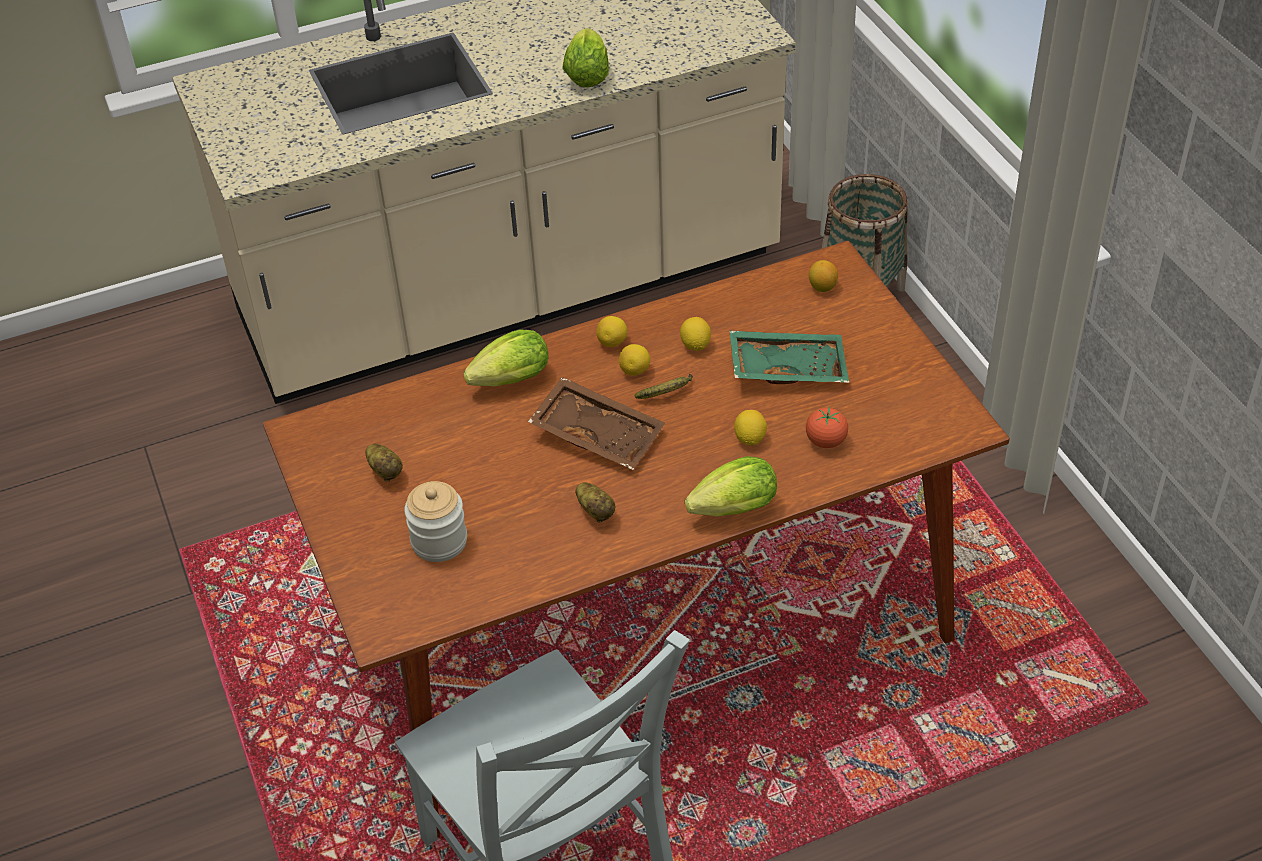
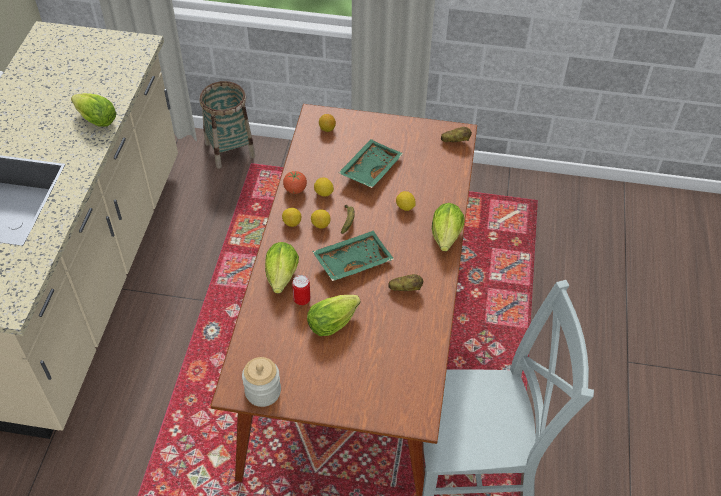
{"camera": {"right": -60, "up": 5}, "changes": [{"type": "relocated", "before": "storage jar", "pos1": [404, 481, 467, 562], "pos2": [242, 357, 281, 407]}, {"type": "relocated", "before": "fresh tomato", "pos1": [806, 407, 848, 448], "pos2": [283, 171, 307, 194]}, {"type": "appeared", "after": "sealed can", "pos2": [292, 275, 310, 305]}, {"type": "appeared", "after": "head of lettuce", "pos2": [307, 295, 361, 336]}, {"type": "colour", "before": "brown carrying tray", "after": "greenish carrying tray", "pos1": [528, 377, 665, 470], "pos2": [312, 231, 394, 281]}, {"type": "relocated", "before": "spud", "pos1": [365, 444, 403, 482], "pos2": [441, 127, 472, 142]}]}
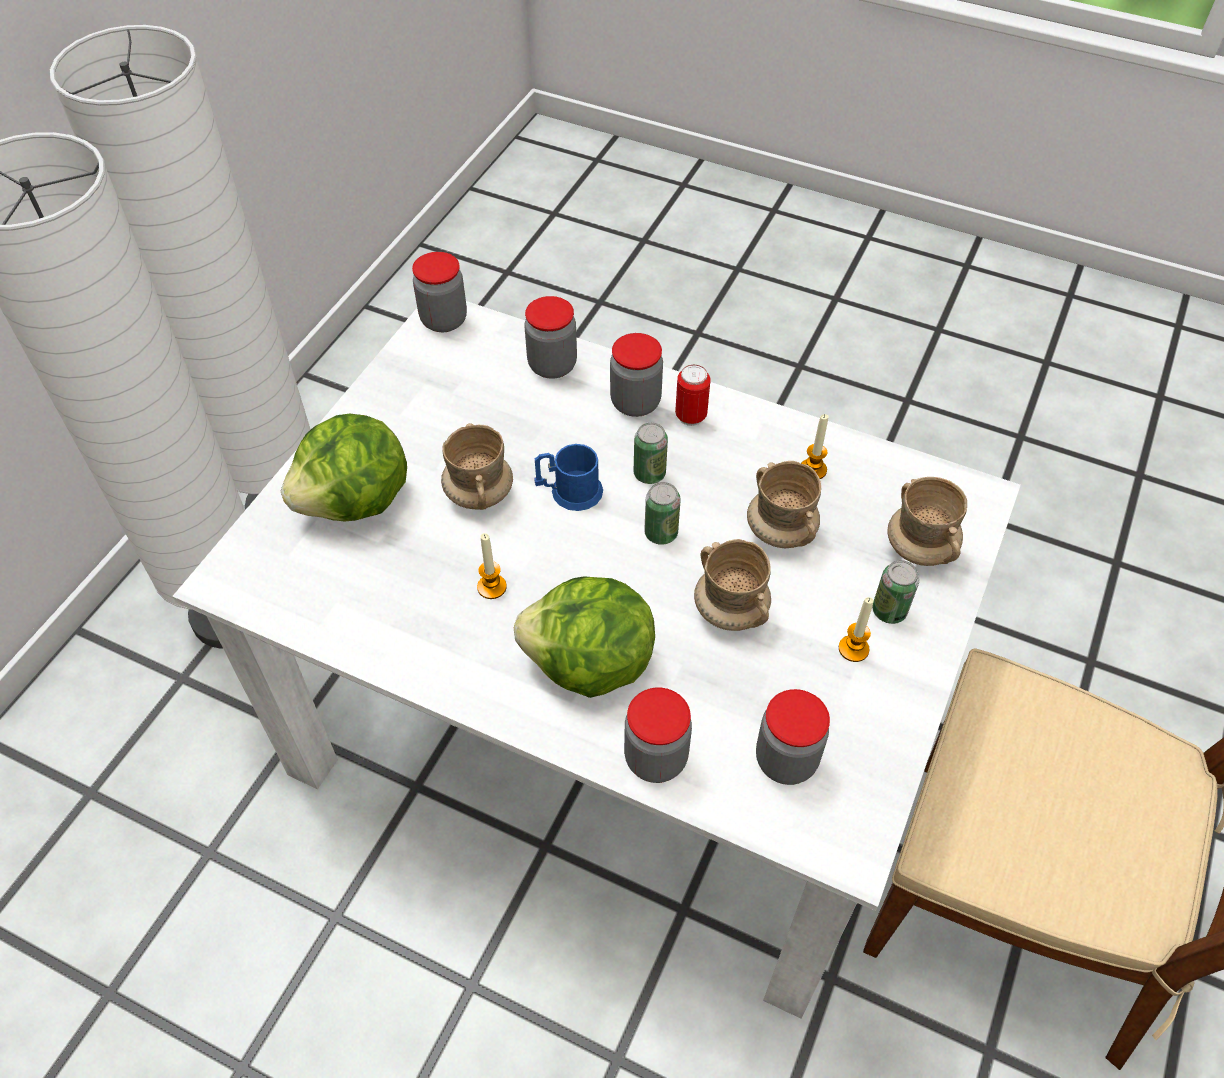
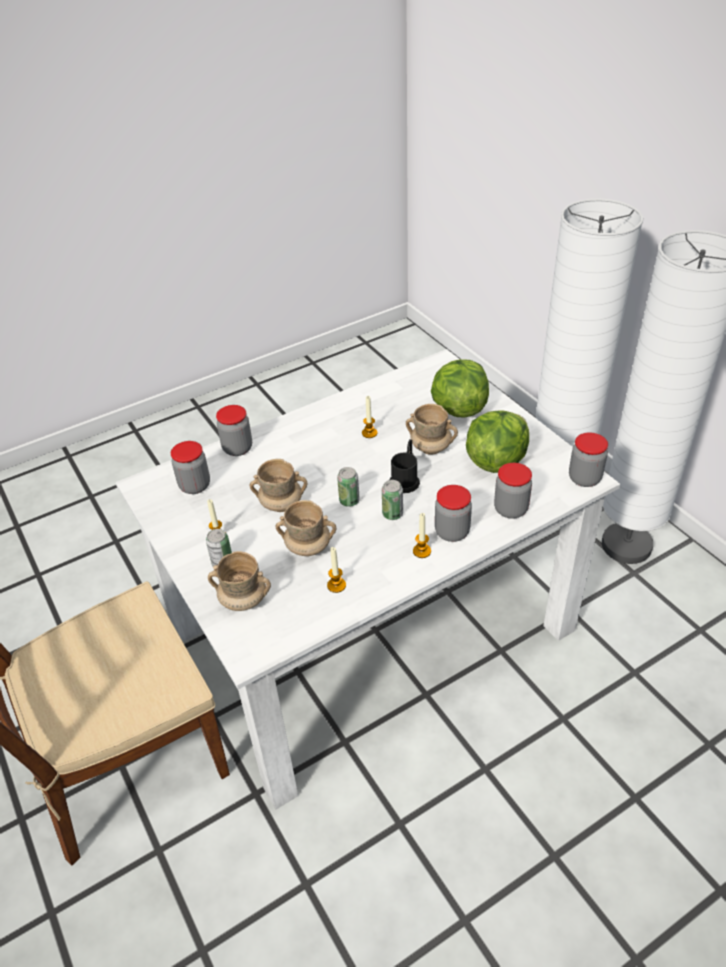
{"camera": {"right": 125, "up": -10}, "changes": [{"type": "colour", "before": "blue-coloured mug", "after": "black mug", "pos1": [534, 444, 603, 511], "pos2": [390, 439, 420, 493]}, {"type": "exchanged", "before": "sealed can", "after": "wax candle", "pos1": [675, 365, 711, 426], "pos2": [413, 513, 431, 558]}, {"type": "relocated", "before": "head of lettuce", "pos1": [514, 576, 655, 698], "pos2": [466, 410, 529, 473]}]}
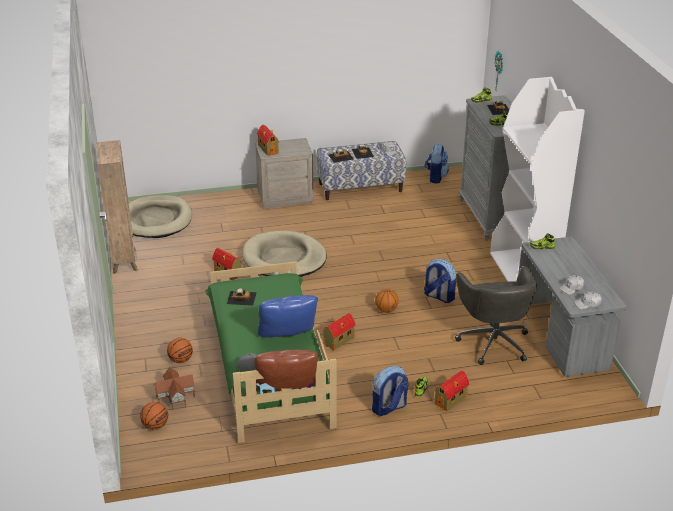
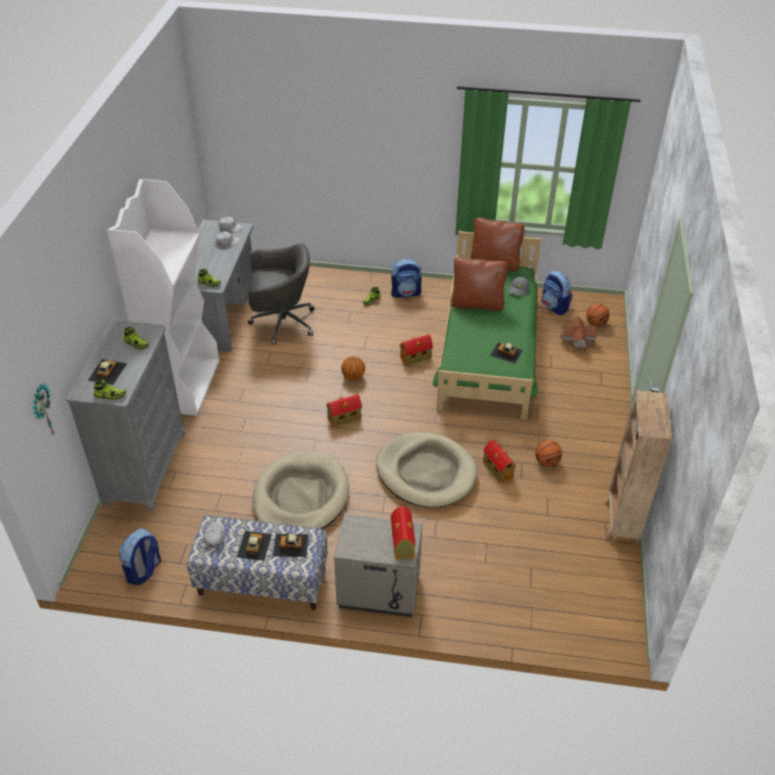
{"camera": {"right": -160, "up": 10}, "changes": [{"type": "spun", "before": "gray desk chair", "pos1": [455, 266, 537, 365], "pos2": [248, 243, 315, 345], "turn": 75}, {"type": "relocated", "before": "sand-coloured pet bed", "pos1": [129, 195, 192, 238], "pos2": [252, 451, 349, 529]}, {"type": "relocated", "before": "model house", "pos1": [434, 371, 469, 411], "pos2": [326, 394, 362, 427]}, {"type": "colour", "before": "blue-coloured cushion", "after": "brown cushion", "pos1": [258, 295, 318, 338], "pos2": [452, 257, 508, 311]}, {"type": "relocated", "before": "basketball ball", "pos1": [167, 338, 193, 363], "pos2": [535, 440, 562, 467]}, {"type": "relocated", "before": "backpack", "pos1": [424, 259, 456, 303], "pos2": [542, 271, 572, 315]}]}
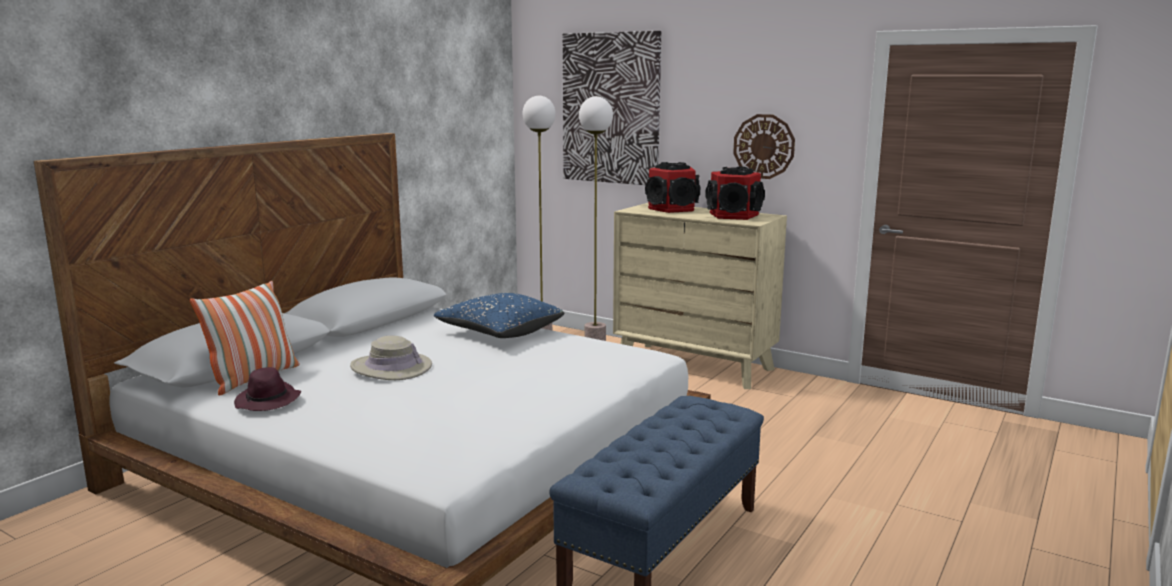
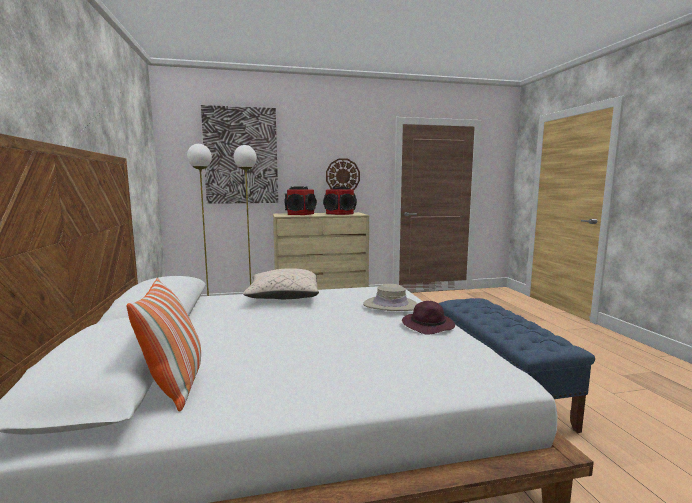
{"camera": {"right": -45, "up": -5}, "changes": [{"type": "colour", "before": "blue-coloured cushion", "after": "sand-coloured cushion", "pos1": [434, 293, 564, 338], "pos2": [243, 268, 319, 299]}, {"type": "relocated", "before": "sand-coloured clothing hat", "pos1": [350, 336, 432, 380], "pos2": [363, 284, 418, 311]}, {"type": "relocated", "before": "purple clothing hat", "pos1": [234, 367, 301, 411], "pos2": [402, 301, 455, 335]}]}
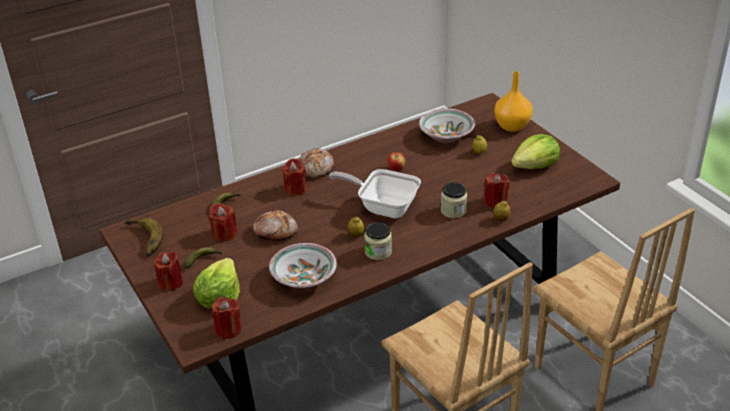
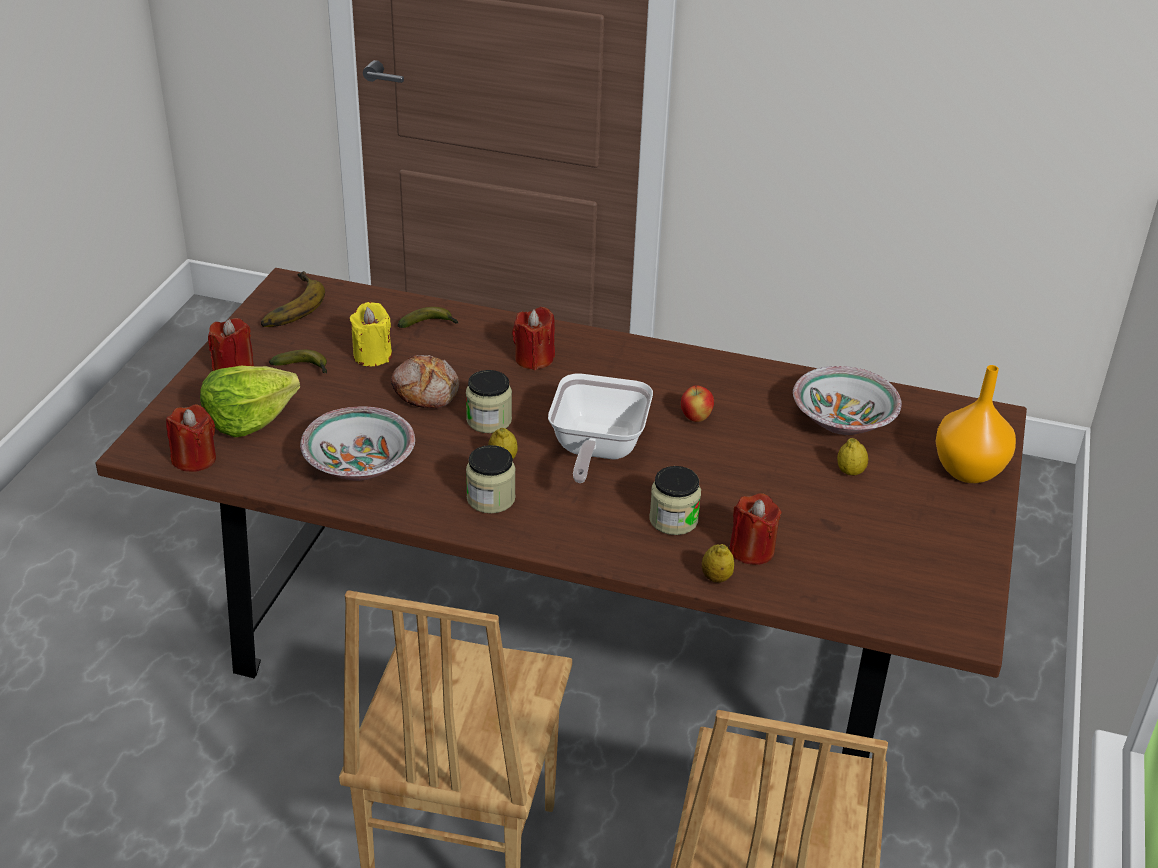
{"camera": {"right": 45, "up": 0}, "changes": [{"type": "colour", "before": "reddish wax candle", "after": "yellow wax candle", "pos1": [209, 203, 237, 241], "pos2": [350, 302, 392, 366]}, {"type": "appeared", "after": "storage jar", "pos2": [466, 370, 512, 433]}, {"type": "spun", "before": "skillet", "pos1": [329, 169, 421, 218], "pos2": [548, 373, 653, 483], "turn": -150}, {"type": "missing", "before": "bakery bread", "pos1": [299, 148, 334, 178]}, {"type": "missing", "before": "head of lettuce", "pos1": [511, 134, 560, 169]}]}
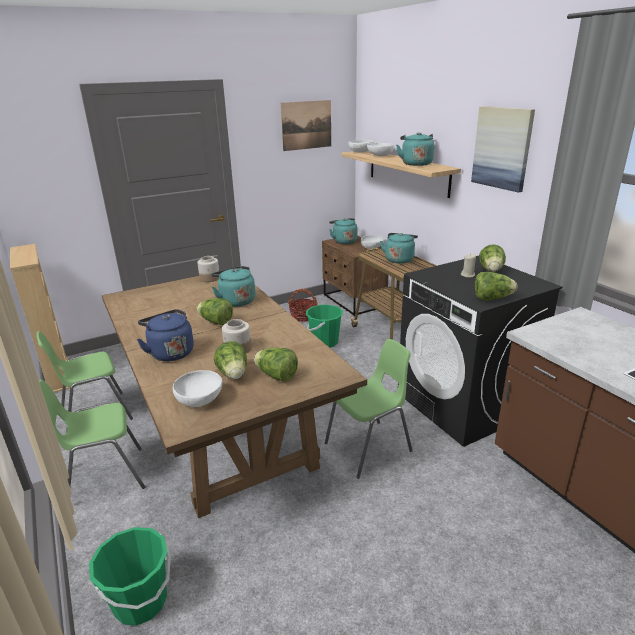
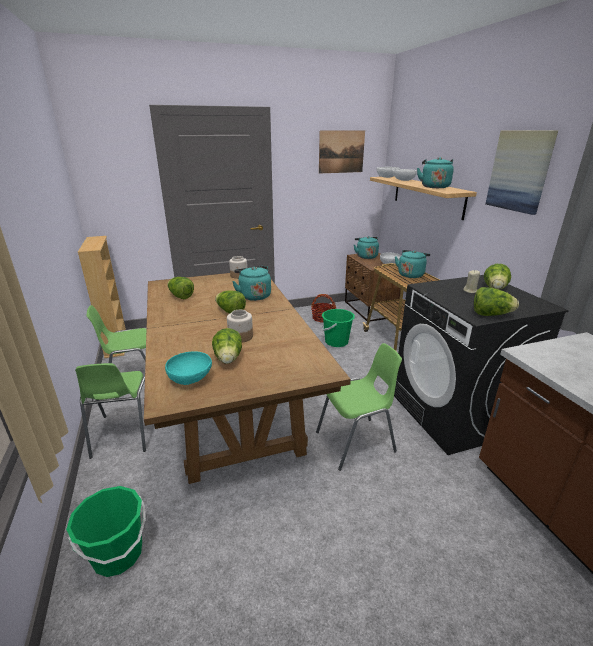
{"camera": {"right": 10, "up": 0}, "changes": [{"type": "spun", "before": "greenish chair", "pos1": [39, 380, 145, 489], "pos2": [75, 363, 146, 459], "turn": -90}, {"type": "colour", "before": "whitish serving bowl", "after": "blue-green serving bowl", "pos1": [173, 370, 223, 407], "pos2": [165, 351, 212, 385]}, {"type": "relocated", "before": "head of lettuce", "pos1": [254, 348, 298, 382], "pos2": [167, 277, 194, 299]}, {"type": "missing", "before": "blue-coloured tea kettle", "pos1": [137, 309, 194, 361]}]}
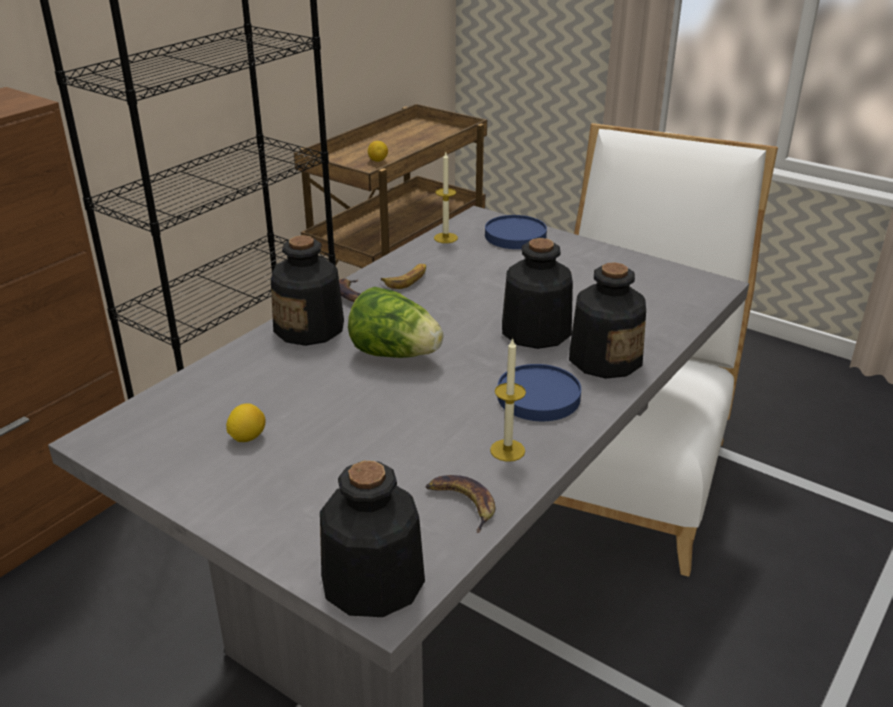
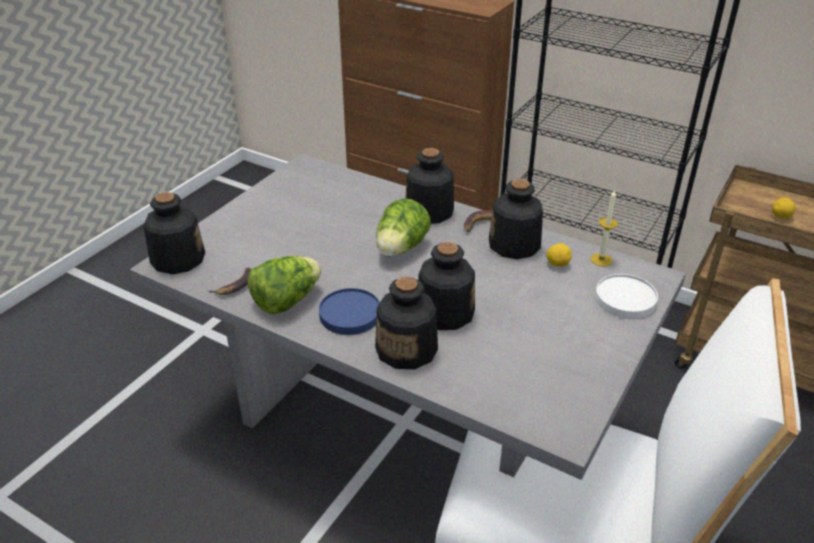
{"camera": {"right": 85, "up": 5}, "changes": [{"type": "exchanged", "before": "wax candle", "after": "head of lettuce", "pos1": [490, 338, 526, 462], "pos2": [247, 256, 321, 315]}, {"type": "exchanged", "before": "banana", "after": "beverage bottle", "pos1": [381, 264, 426, 289], "pos2": [489, 179, 543, 259]}, {"type": "relocated", "before": "whole lemon", "pos1": [226, 403, 265, 442], "pos2": [546, 244, 572, 267]}, {"type": "colour", "before": "blue-coloured dinner plate", "after": "whitish dinner plate", "pos1": [485, 215, 547, 249], "pos2": [595, 274, 658, 319]}]}
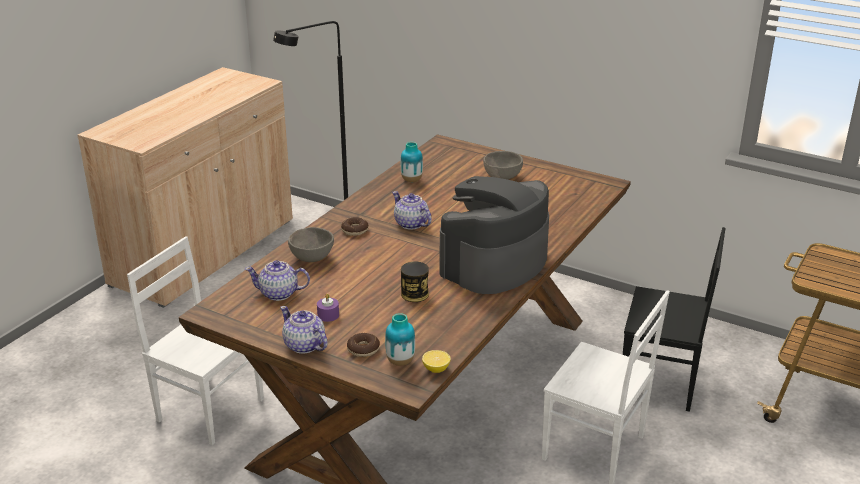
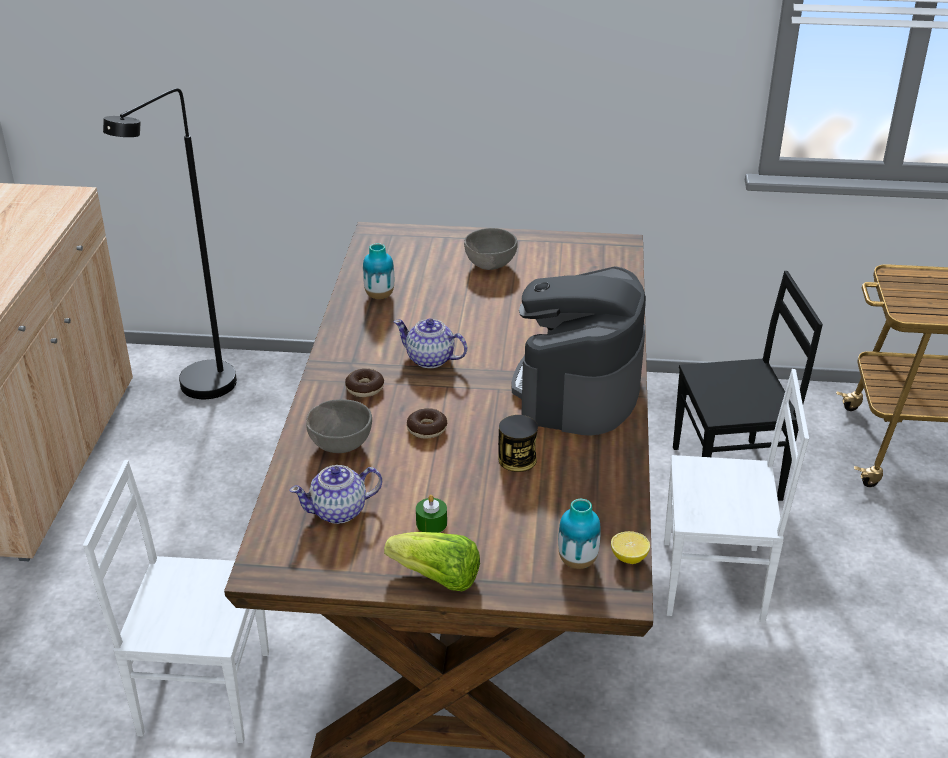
{"camera": {"right": -25, "up": 5}, "changes": [{"type": "exchanged", "before": "pot for tea", "after": "head of lettuce", "pos1": [280, 306, 328, 354], "pos2": [384, 532, 480, 591]}, {"type": "relocated", "before": "donut", "pos1": [347, 333, 380, 357], "pos2": [407, 408, 447, 439]}, {"type": "colour", "before": "purple wax candle", "after": "greenish wax candle", "pos1": [317, 293, 339, 322], "pos2": [416, 495, 447, 533]}]}
